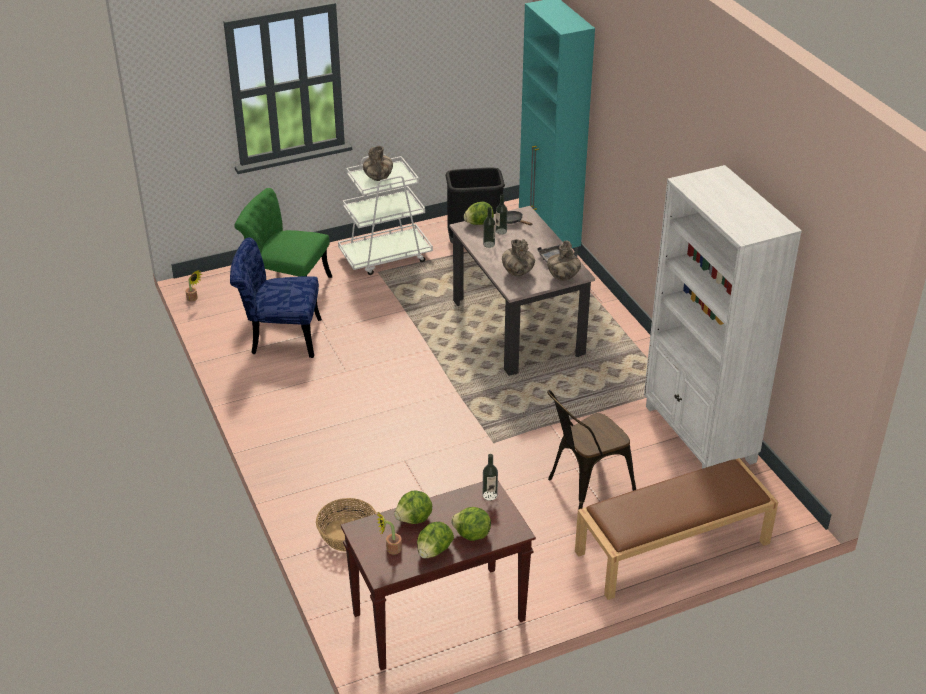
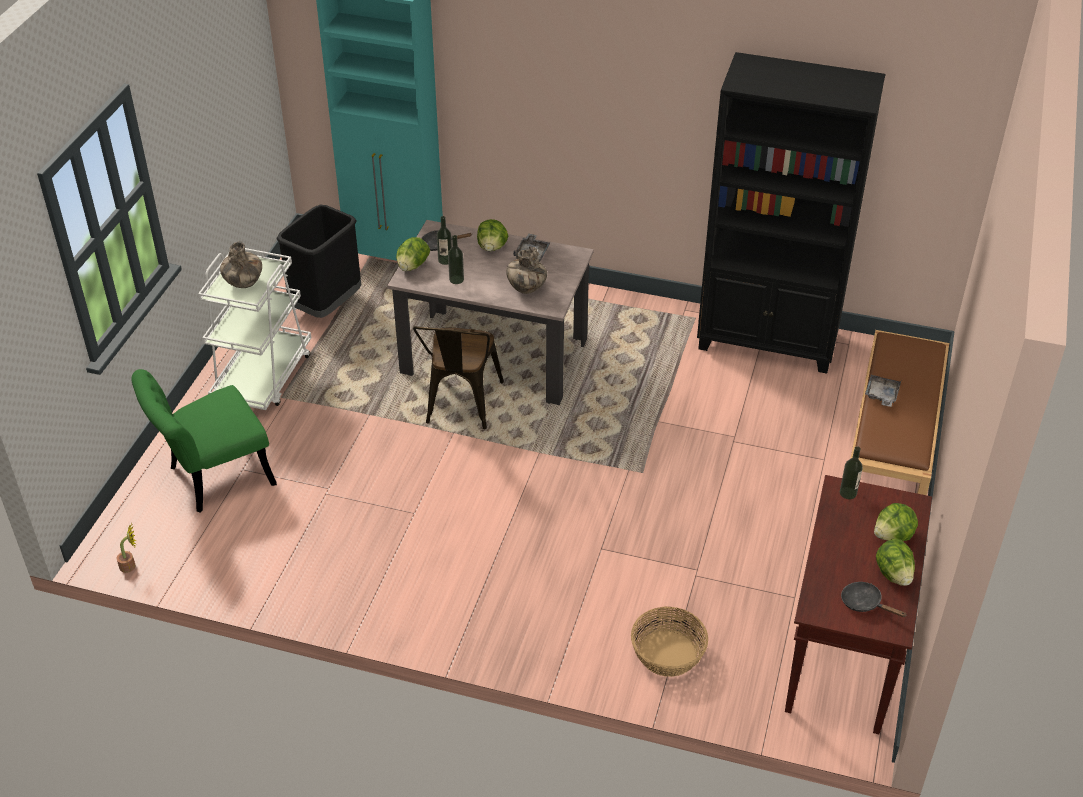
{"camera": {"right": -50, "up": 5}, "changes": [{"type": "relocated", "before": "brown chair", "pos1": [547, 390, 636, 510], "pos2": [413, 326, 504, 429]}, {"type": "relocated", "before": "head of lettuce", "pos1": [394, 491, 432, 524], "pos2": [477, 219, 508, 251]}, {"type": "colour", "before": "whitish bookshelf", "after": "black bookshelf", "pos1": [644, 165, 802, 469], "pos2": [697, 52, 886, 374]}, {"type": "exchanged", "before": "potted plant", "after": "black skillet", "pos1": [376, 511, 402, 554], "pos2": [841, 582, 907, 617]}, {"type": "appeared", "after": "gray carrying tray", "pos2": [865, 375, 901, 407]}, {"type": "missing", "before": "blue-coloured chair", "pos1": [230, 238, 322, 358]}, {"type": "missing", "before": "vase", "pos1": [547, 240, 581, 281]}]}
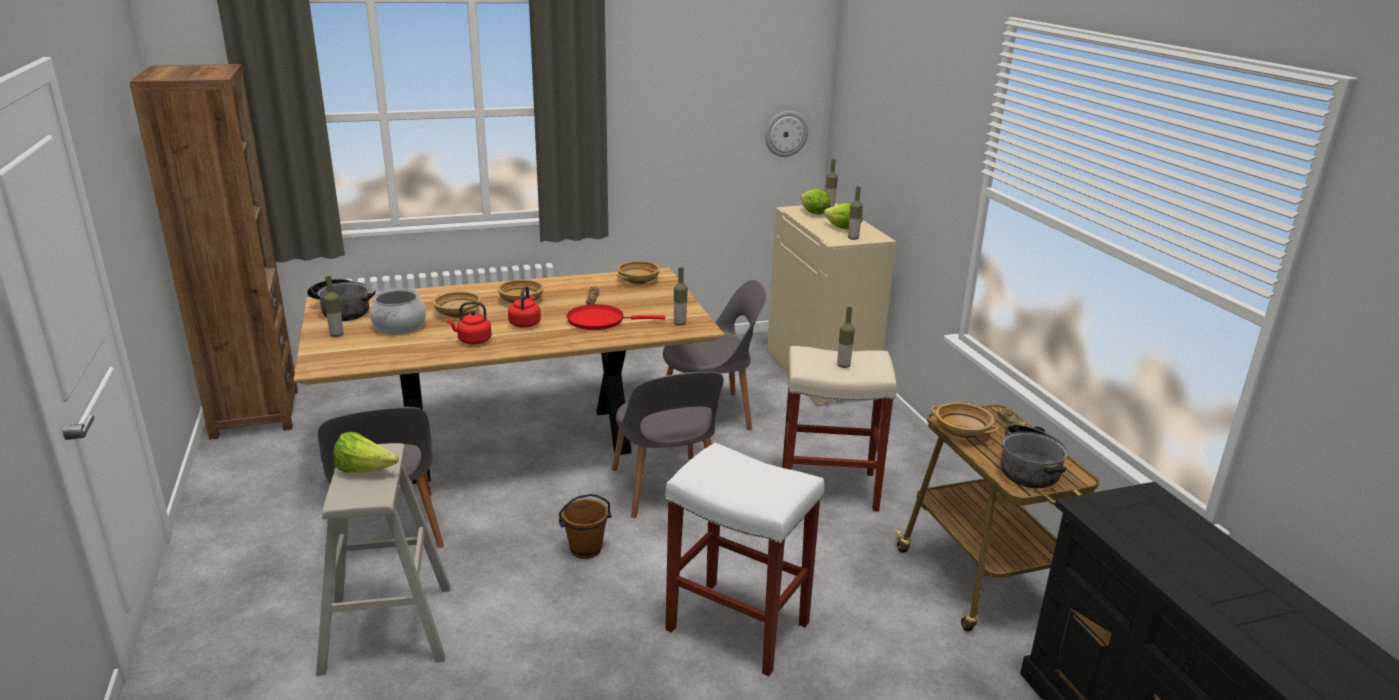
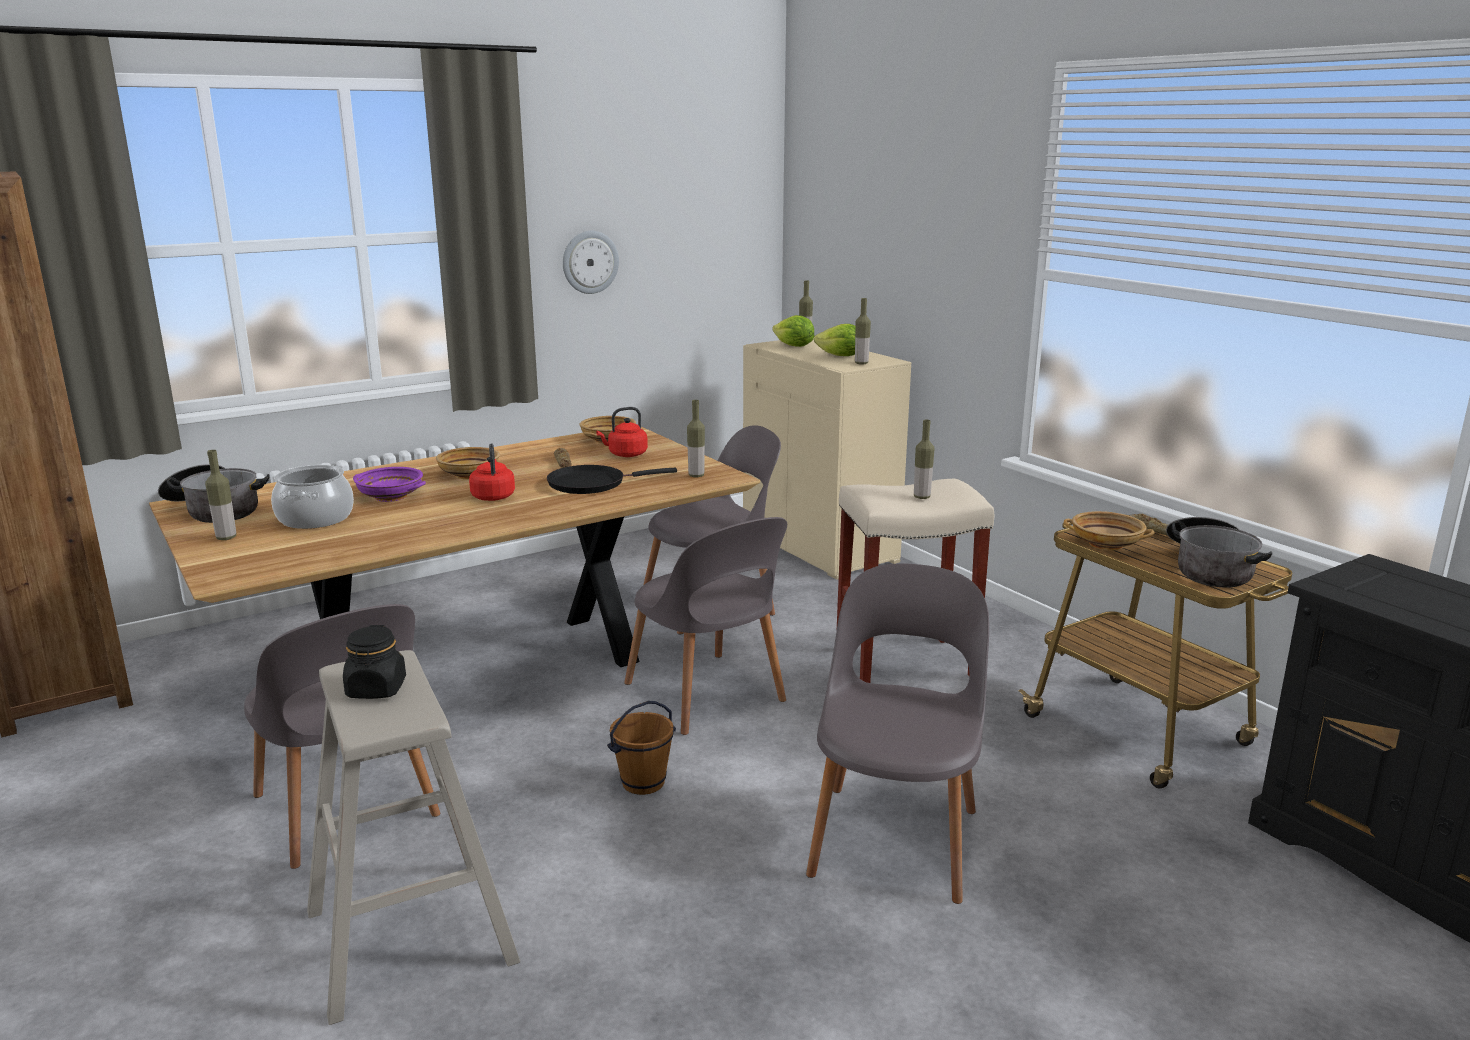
{"camera": {"right": -15, "up": -5}, "changes": [{"type": "exchanged", "before": "head of lettuce", "after": "black storage jar", "pos1": [333, 432, 399, 472], "pos2": [343, 625, 406, 699]}, {"type": "colour", "before": "sand-coloured serving bowl", "after": "purple serving bowl", "pos1": [432, 291, 481, 318], "pos2": [353, 467, 426, 502]}, {"type": "colour", "before": "reddish skillet", "after": "black skillet", "pos1": [567, 304, 665, 330], "pos2": [547, 465, 677, 494]}, {"type": "relocated", "before": "wall clock", "pos1": [765, 111, 808, 157], "pos2": [563, 231, 619, 294]}, {"type": "relocated", "before": "reddish tea kettle", "pos1": [447, 302, 492, 345], "pos2": [596, 407, 648, 457]}, {"type": "exchanged", "before": "whitish sitting stool", "after": "gray chair", "pos1": [665, 443, 824, 676], "pos2": [806, 563, 989, 904]}]}
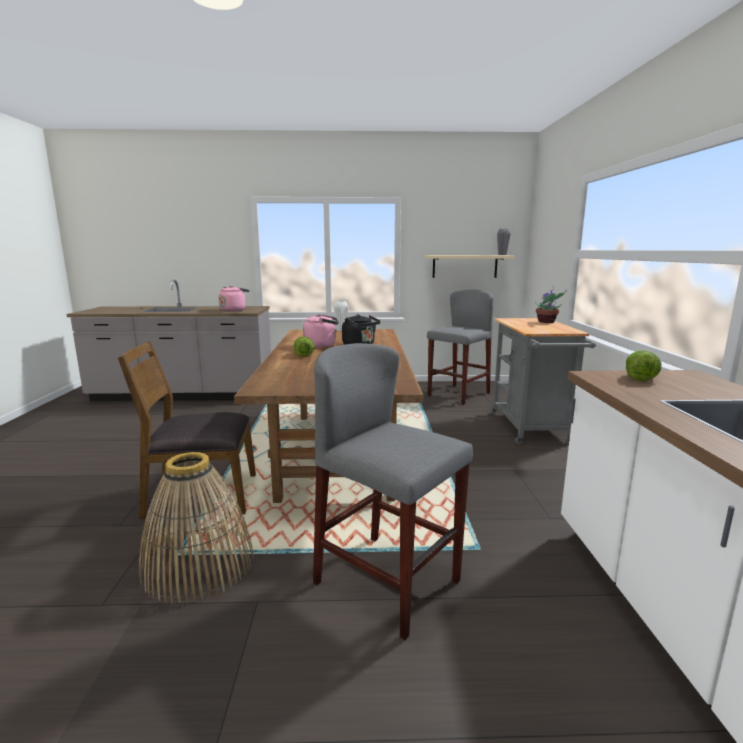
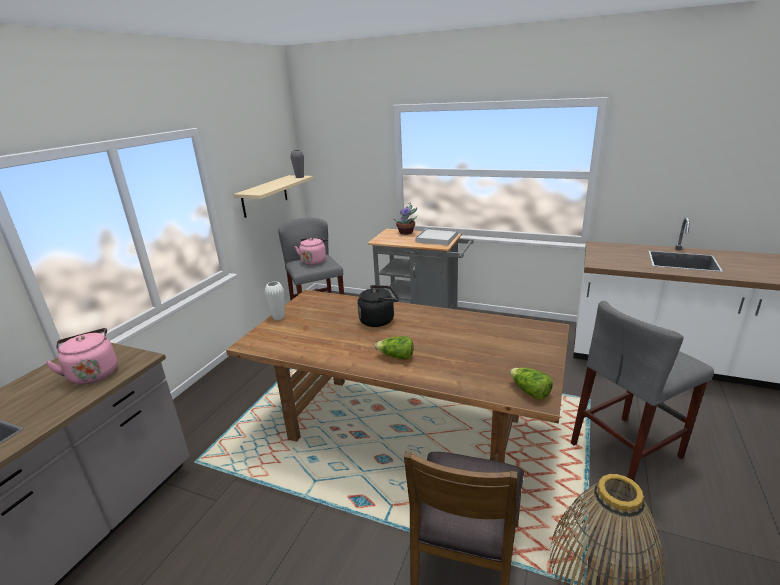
{"camera": {"right": -65, "up": 10}, "changes": [{"type": "relocated", "before": "pinkish tea kettle", "pos1": [303, 314, 339, 347], "pos2": [295, 238, 328, 265]}, {"type": "appeared", "after": "whitish carrying tray", "pos2": [415, 228, 458, 245]}, {"type": "relocated", "before": "head of lettuce", "pos1": [626, 351, 662, 381], "pos2": [509, 368, 553, 400]}]}
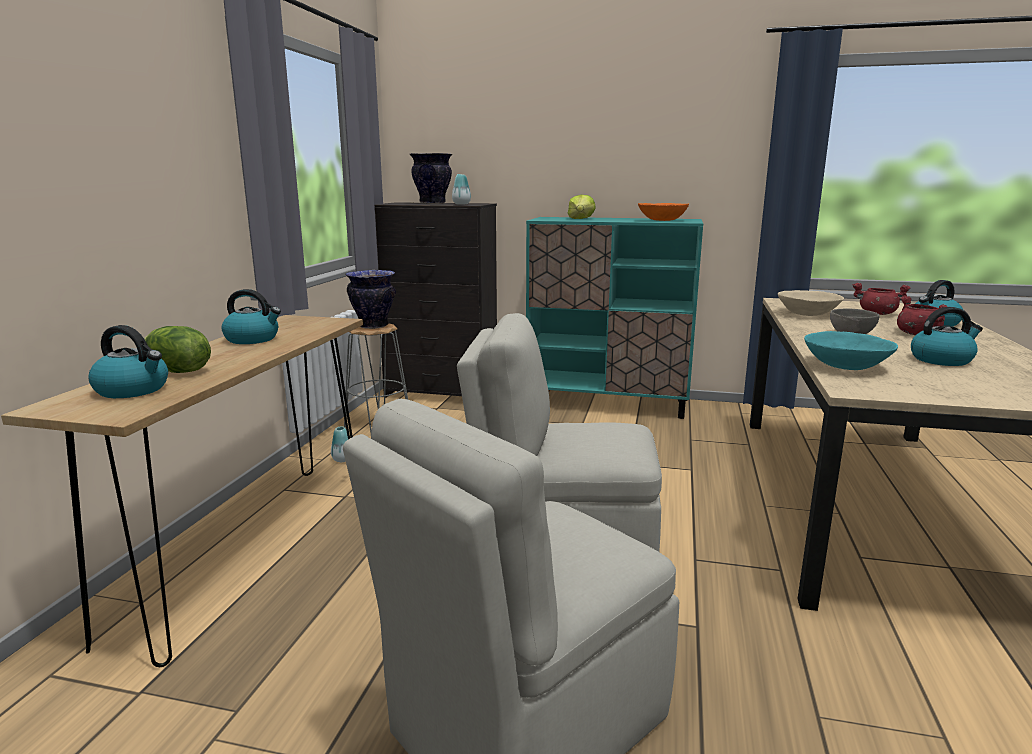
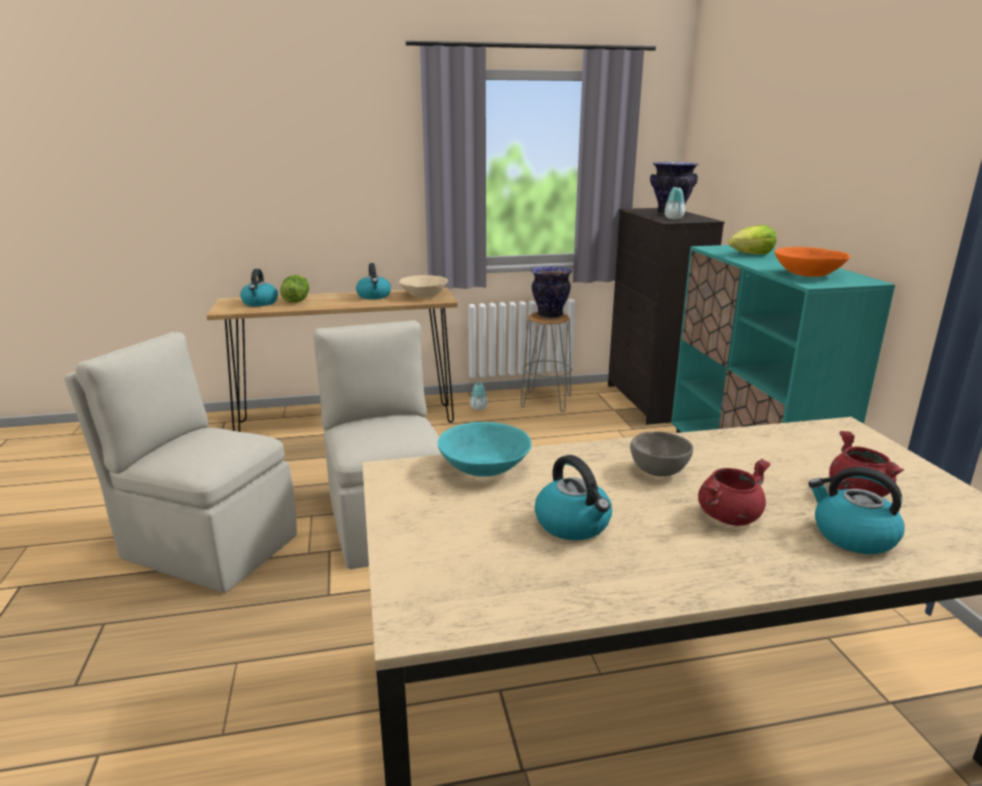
{"camera": {"right": 65, "up": 5}, "changes": [{"type": "relocated", "before": "sand-coloured serving bowl", "pos1": [778, 290, 844, 316], "pos2": [399, 275, 448, 297]}]}
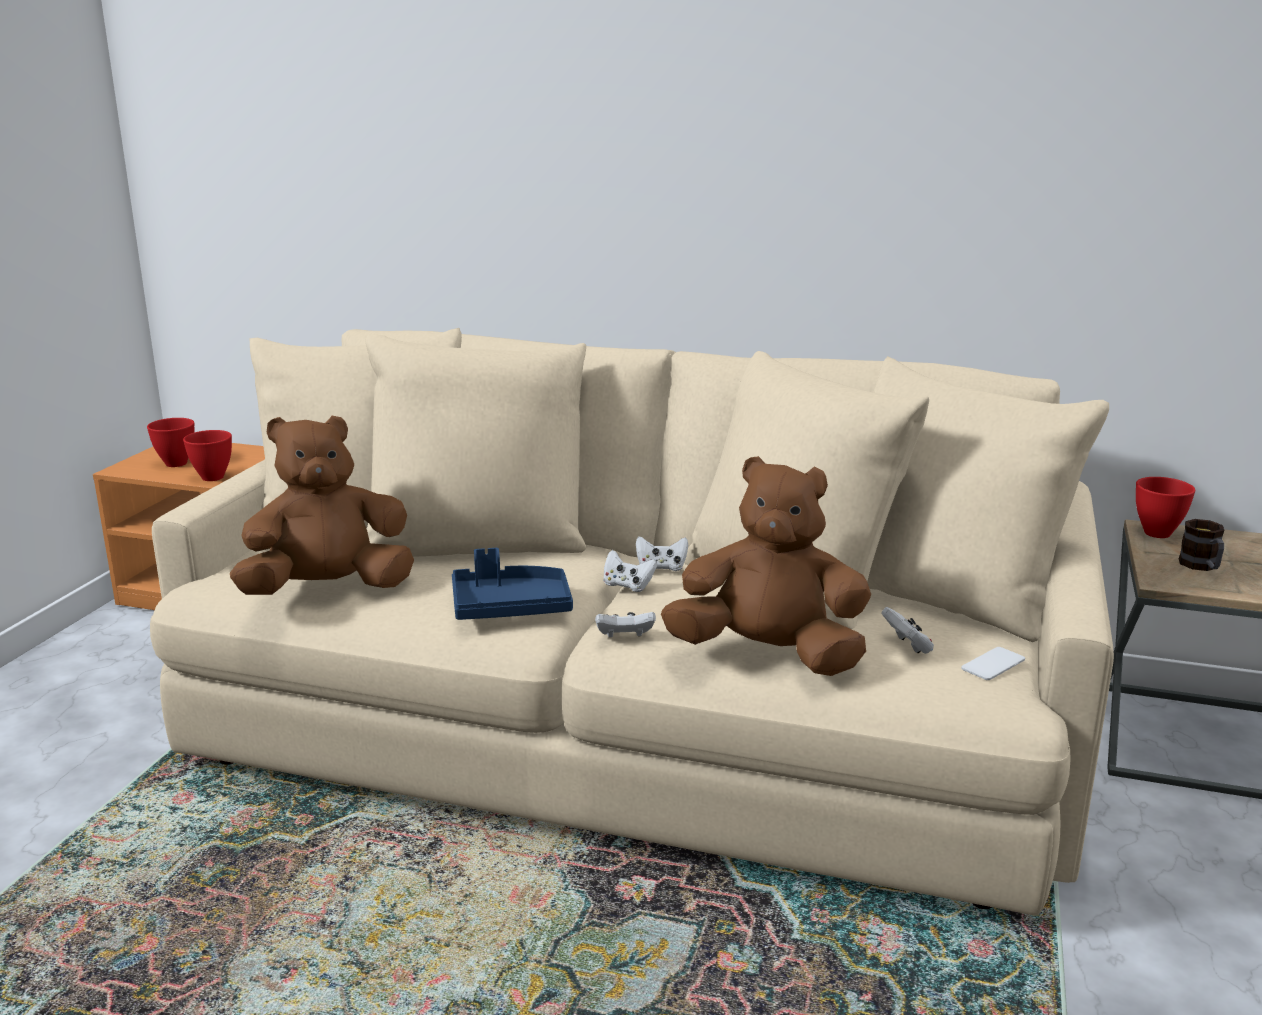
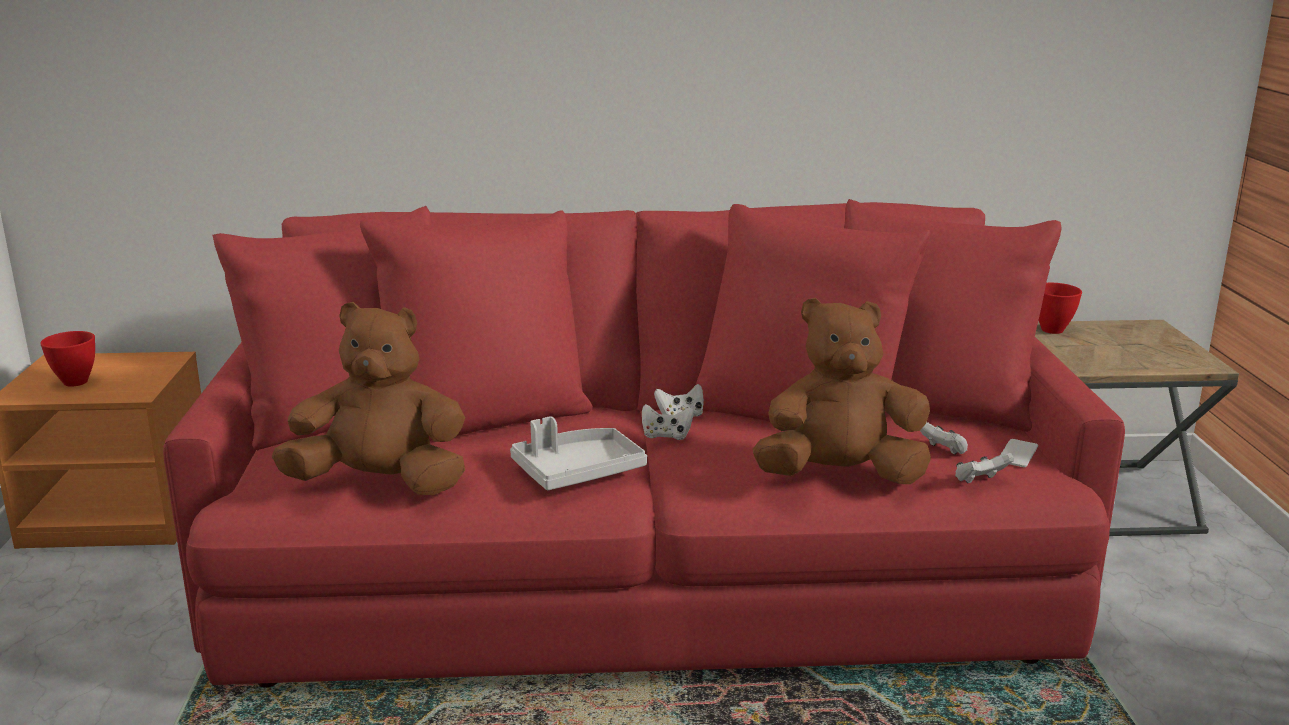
{"camera": {"right": -20, "up": 0}, "changes": [{"type": "colour", "before": "sand-coloured sofa", "after": "reddish sofa", "pos1": [150, 328, 1114, 916], "pos2": [163, 199, 1125, 687]}, {"type": "spun", "before": "brown plush toy", "pos1": [230, 416, 414, 595], "pos2": [271, 302, 465, 495], "turn": 45}, {"type": "colour", "before": "blue-coloured carrying tray", "after": "gray carrying tray", "pos1": [452, 548, 573, 620], "pos2": [510, 416, 647, 490]}, {"type": "relocated", "before": "whitish gamepad", "pos1": [595, 612, 656, 638], "pos2": [955, 453, 1014, 483]}, {"type": "missing", "before": "reddish serving bowl", "pos1": [183, 430, 232, 481]}, {"type": "missing", "before": "mug", "pos1": [1179, 519, 1224, 571]}]}
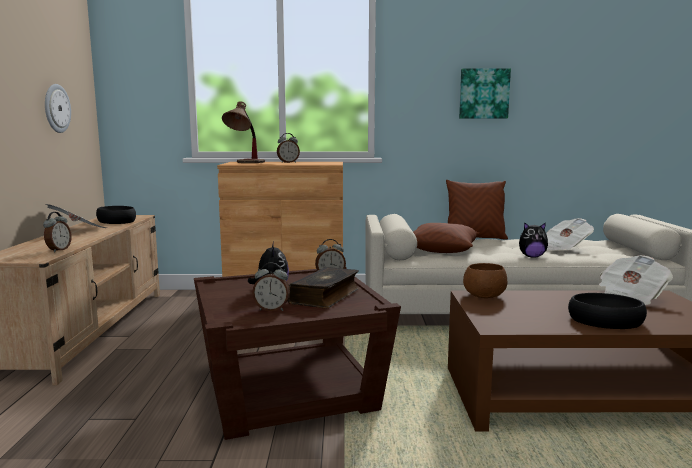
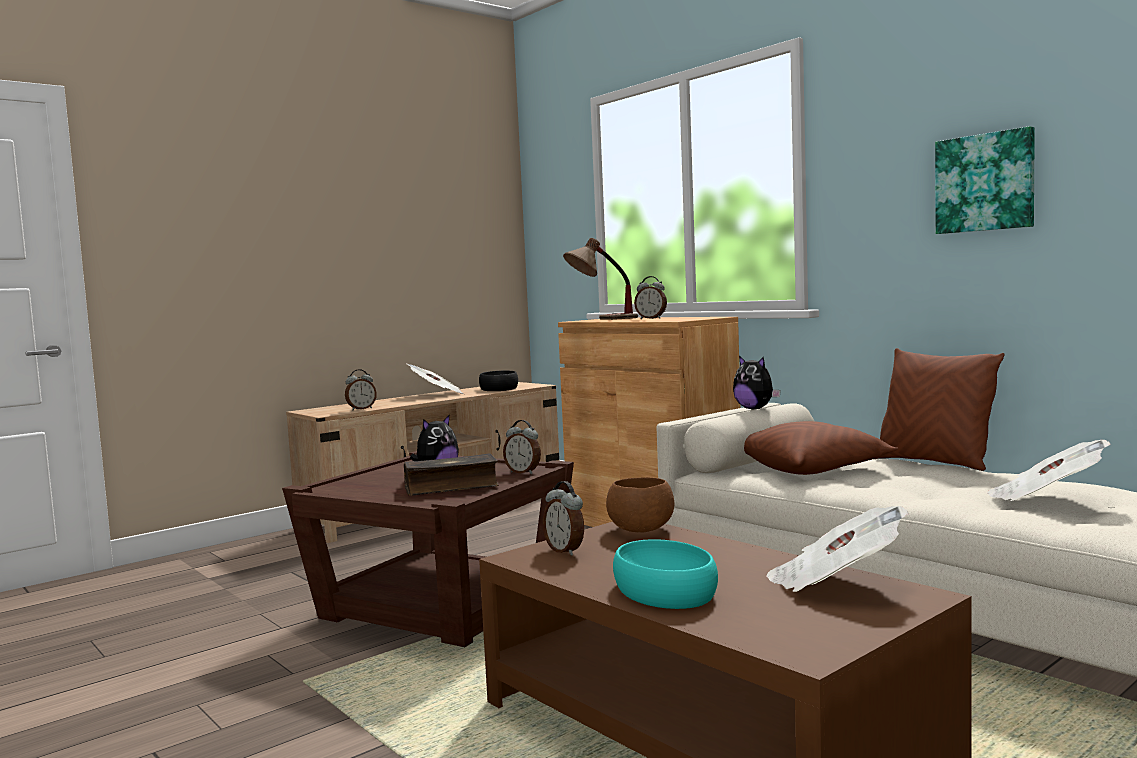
{"camera": {"right": 50, "up": -5}, "changes": [{"type": "relocated", "before": "bedside clock", "pos1": [252, 262, 290, 311], "pos2": [543, 481, 584, 556]}, {"type": "colour", "before": "black serving bowl", "after": "blue-green serving bowl", "pos1": [568, 293, 647, 329], "pos2": [613, 539, 718, 609]}, {"type": "relocated", "before": "plush toy", "pos1": [519, 222, 548, 257], "pos2": [733, 356, 781, 410]}, {"type": "missing", "before": "wall clock", "pos1": [45, 84, 71, 133]}]}
